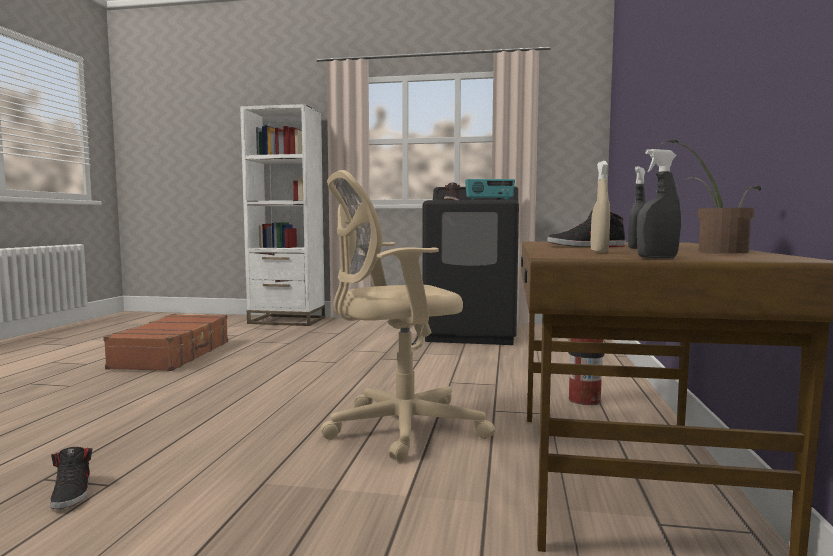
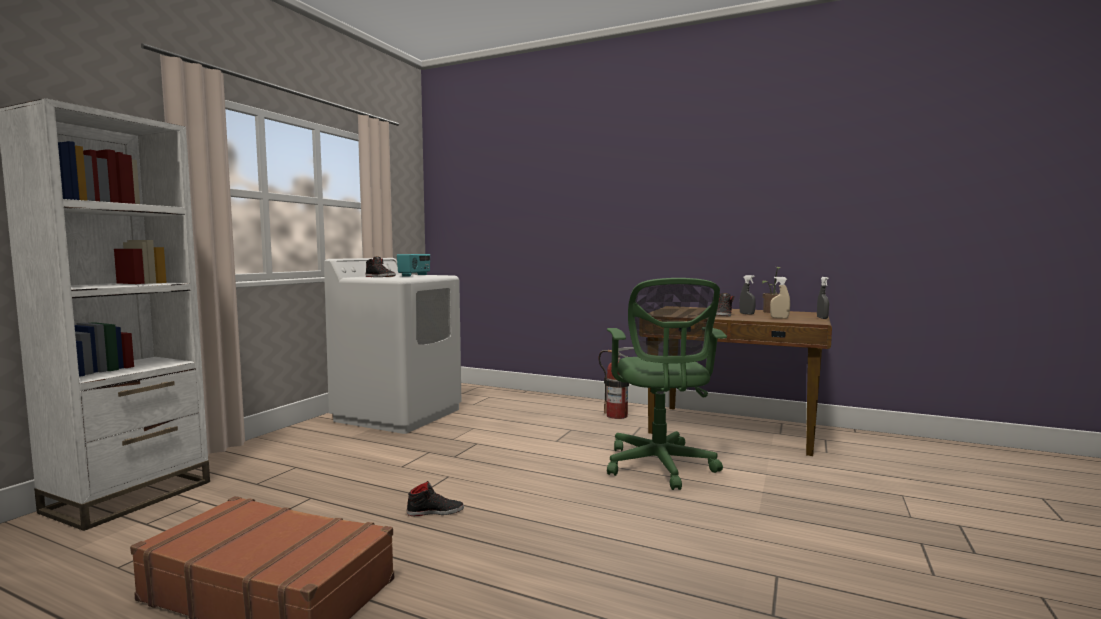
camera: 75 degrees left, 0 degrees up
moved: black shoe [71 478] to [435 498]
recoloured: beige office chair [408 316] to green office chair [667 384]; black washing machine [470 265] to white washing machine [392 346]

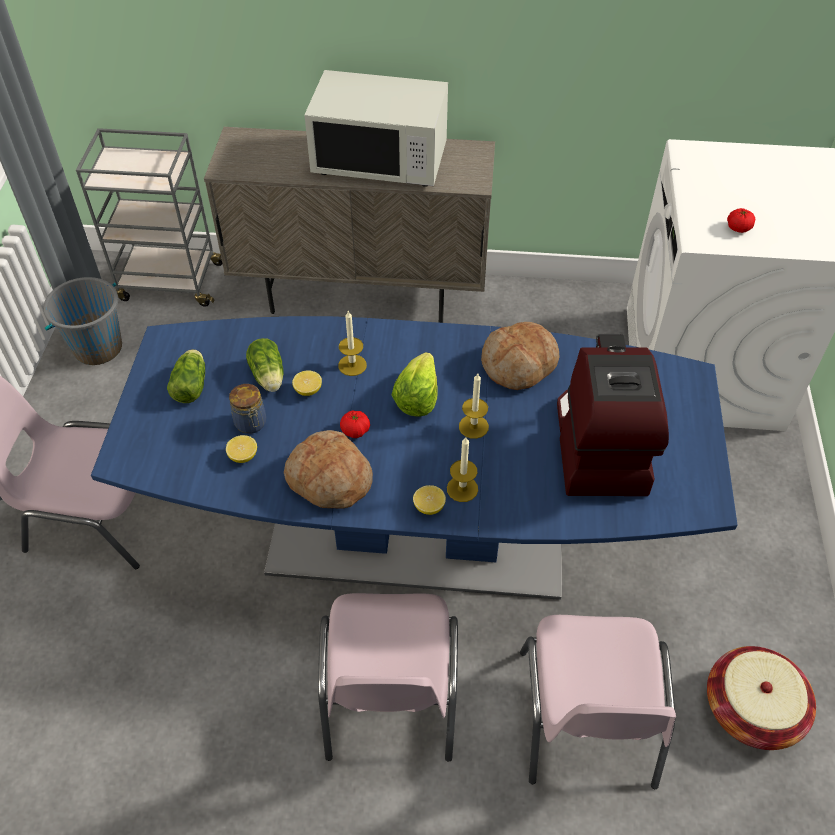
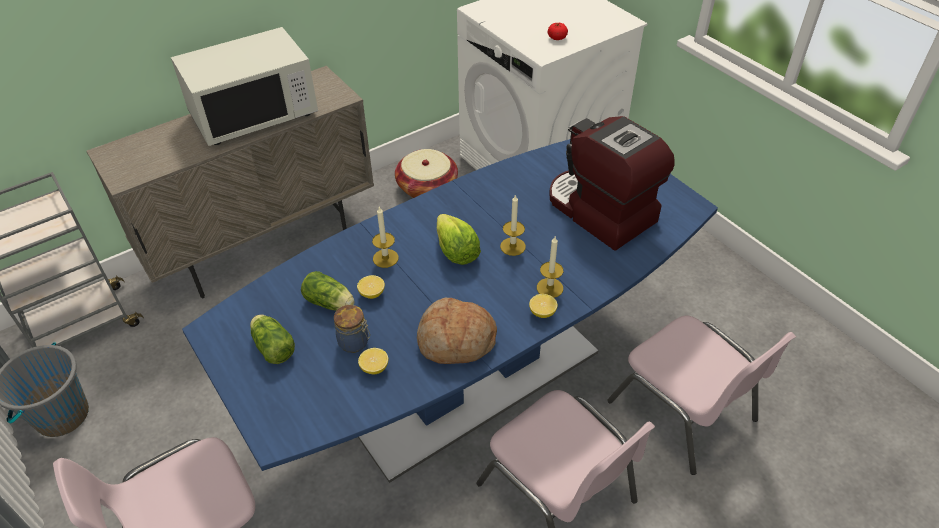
camera: 40 degrees left, 5 degrees down
removed: tomato [355 424]; bread [520 356]
moved: basket [761 698] to [426 173]

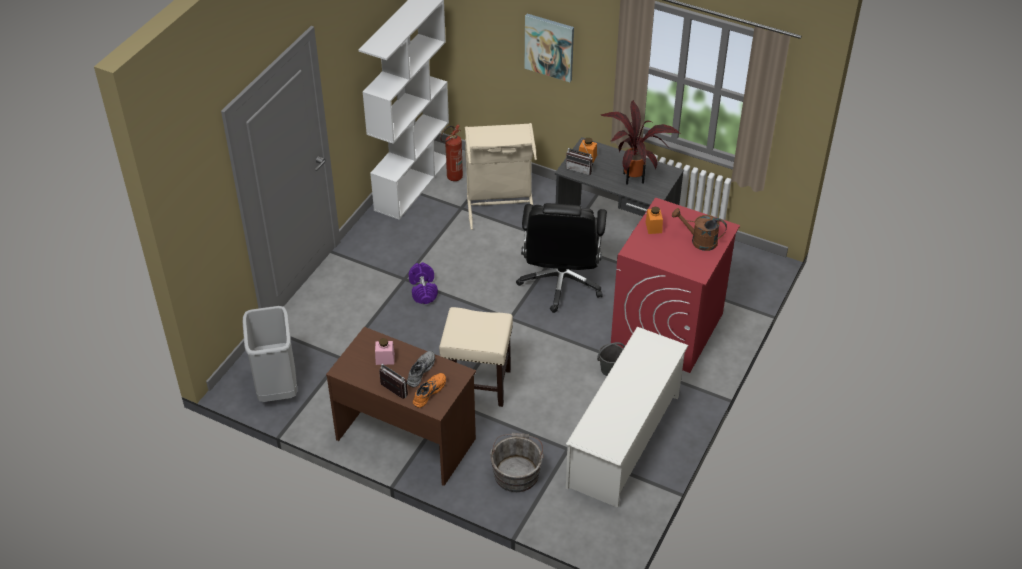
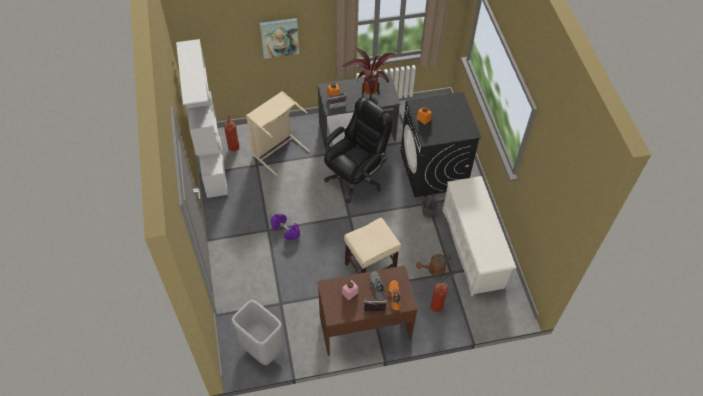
camera: 40 degrees left, 10 degrees up
moved: brown watering can [699 229] to [433 265]
replaced: grey bucket [517 462] to fire extinguisher [442 292]
recoloured: red washing machine [675 285] to black washing machine [440 144]
turned: black office chair [561 258] = [358 150] 105 degrees counterclockwise

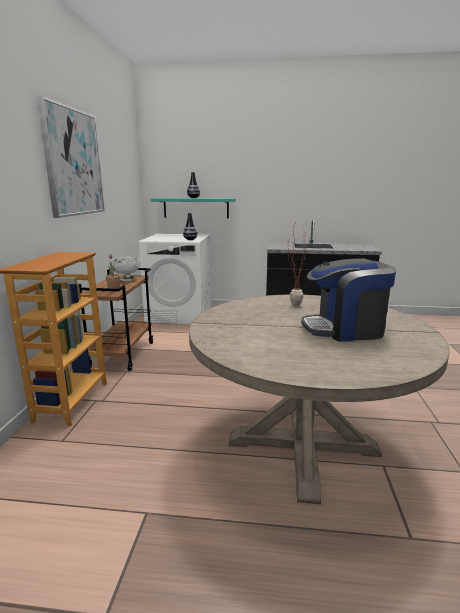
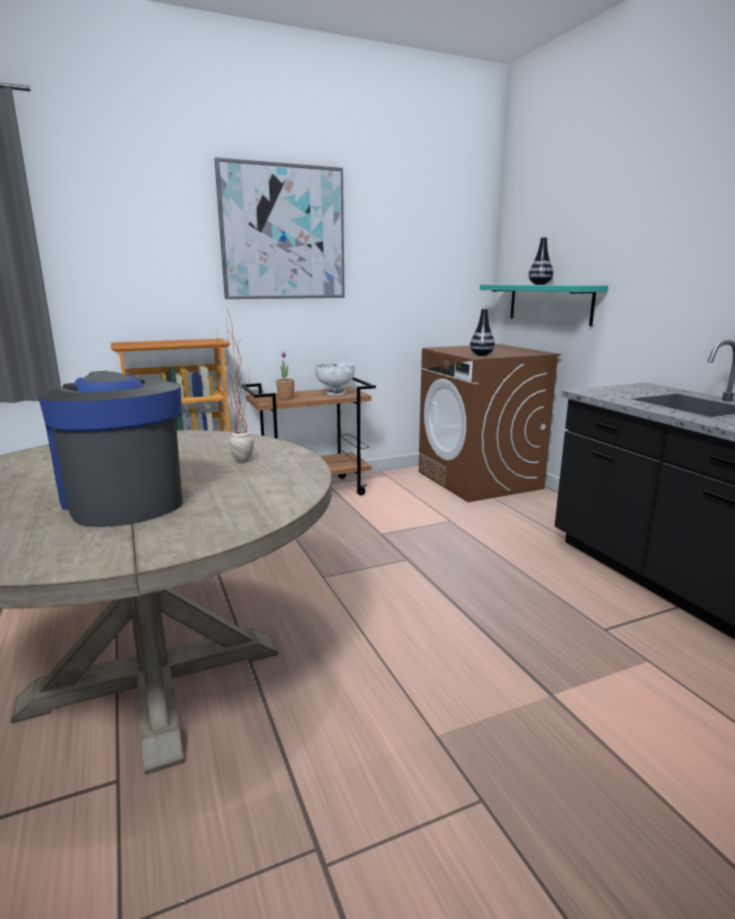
camera: 60 degrees right, 0 degrees up
recoloured: white washing machine [175 279] to brown washing machine [489 423]

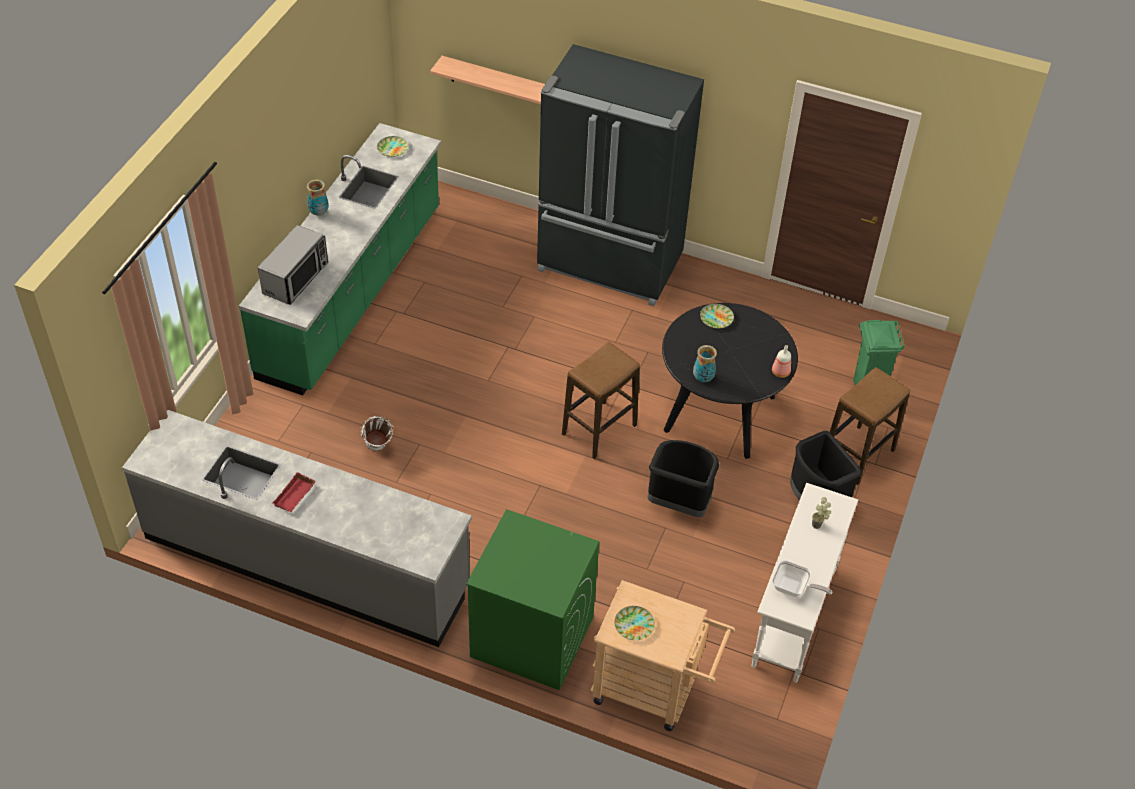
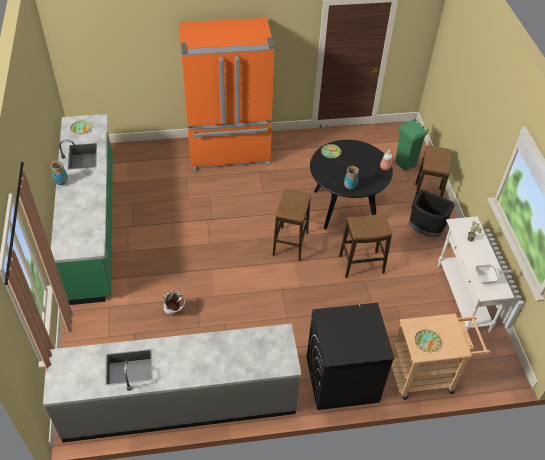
camera: 30 degrees left, 0 degrees up
removed: microwave [293 265]; red tray [294 492]; shelf [487 80]
replaced: black trash can [683 478] to stool [365 246]
recoloured: green washing machine [532 599] to black washing machine [350 356]; black fridge [620 175] to orange fridge [227 94]

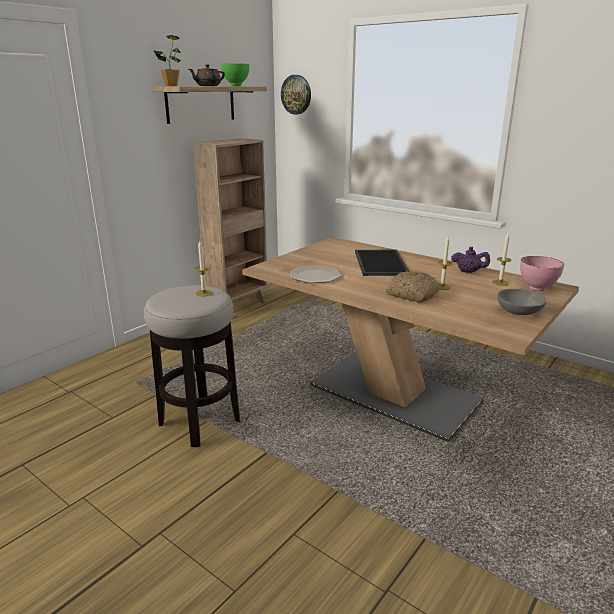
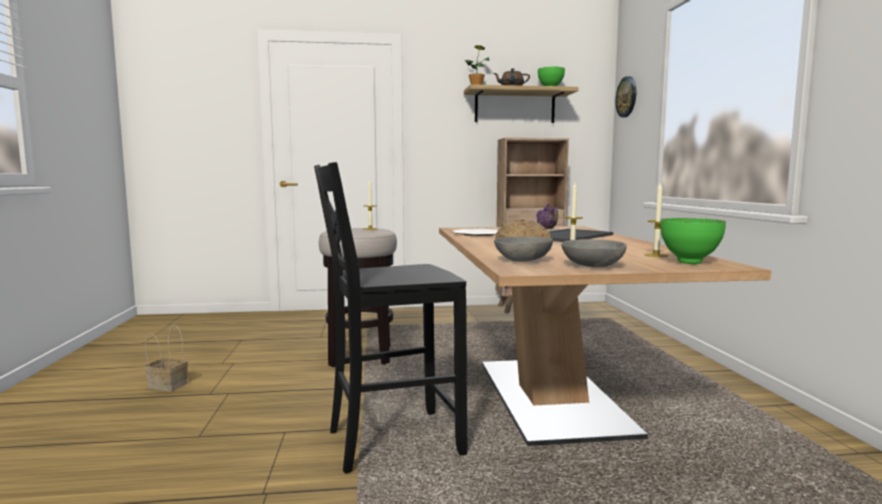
camera: 45 degrees right, 15 degrees down
added: basket [166 358]; black chair [390 318]; grey bowl [523 249]
moved: purple teapot [470 260] to [547 216]
recoloured: pink bowl [542 273] to green bowl [693 241]

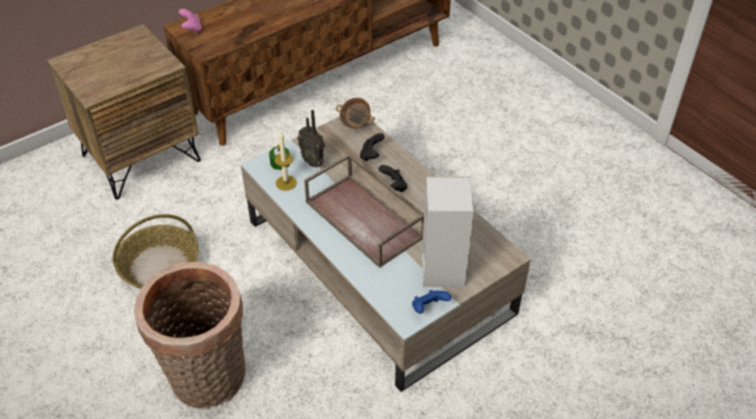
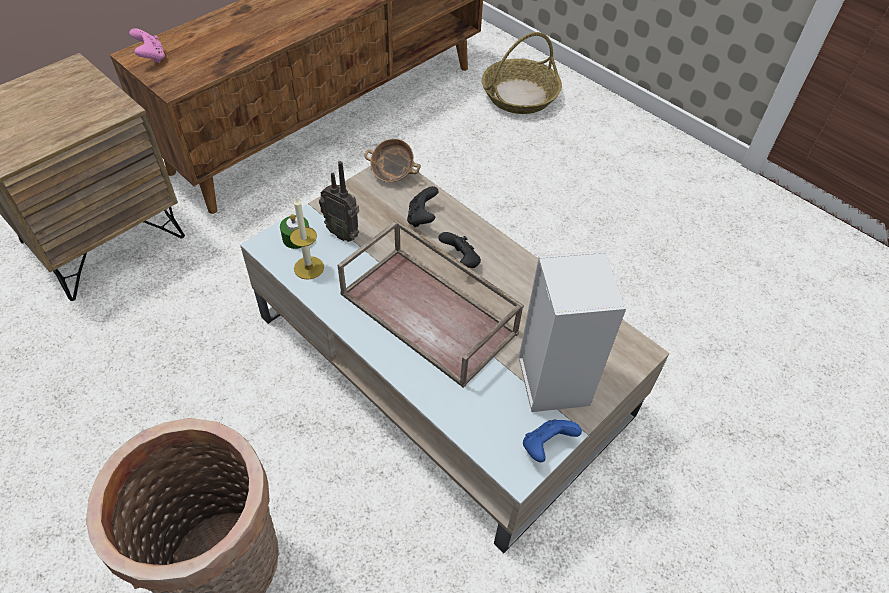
camera: 10 degrees left, 5 degrees up
moved: basket [155 251] to [522 73]

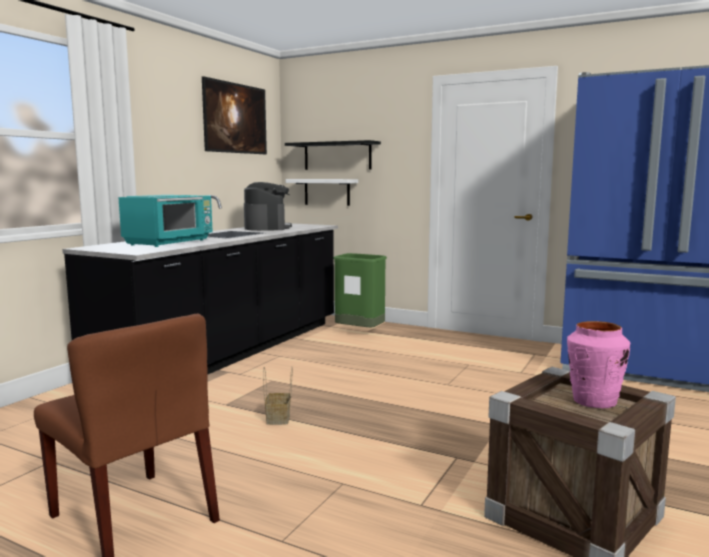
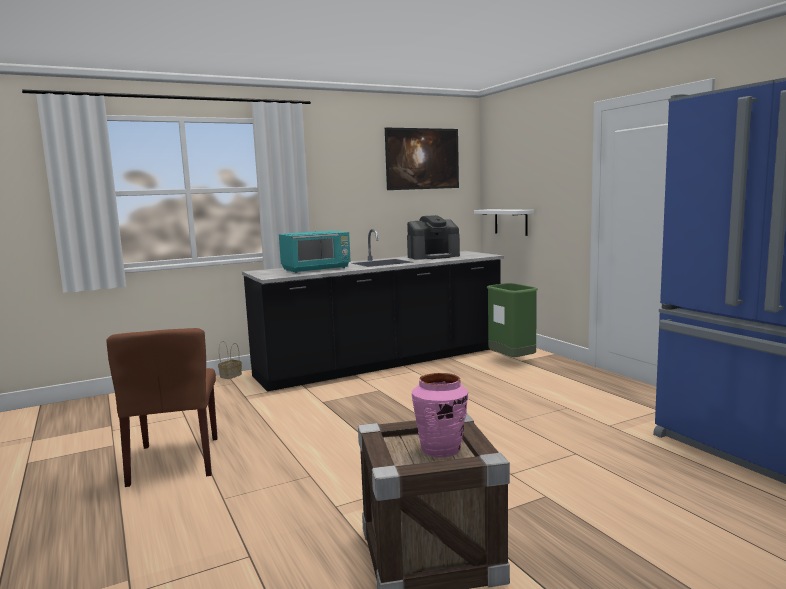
camera: 35 degrees right, 0 degrees up
removed: black shelf [333 155]
moved: basket [277 396] to [230 360]
turned: coffee machine [268 206] = [433 237] 45 degrees clockwise

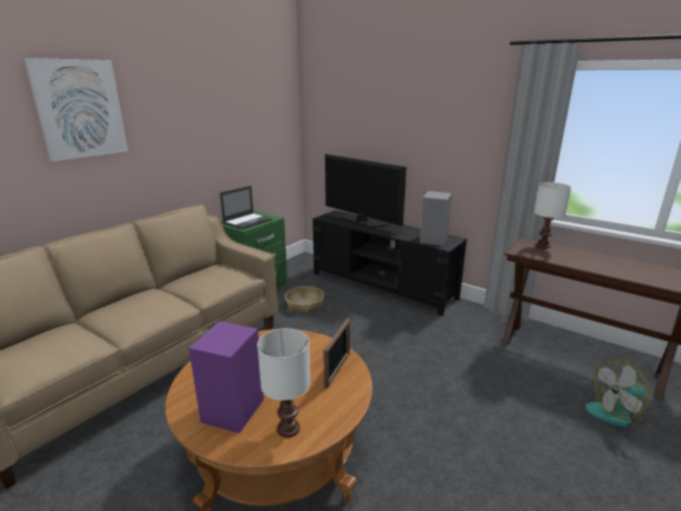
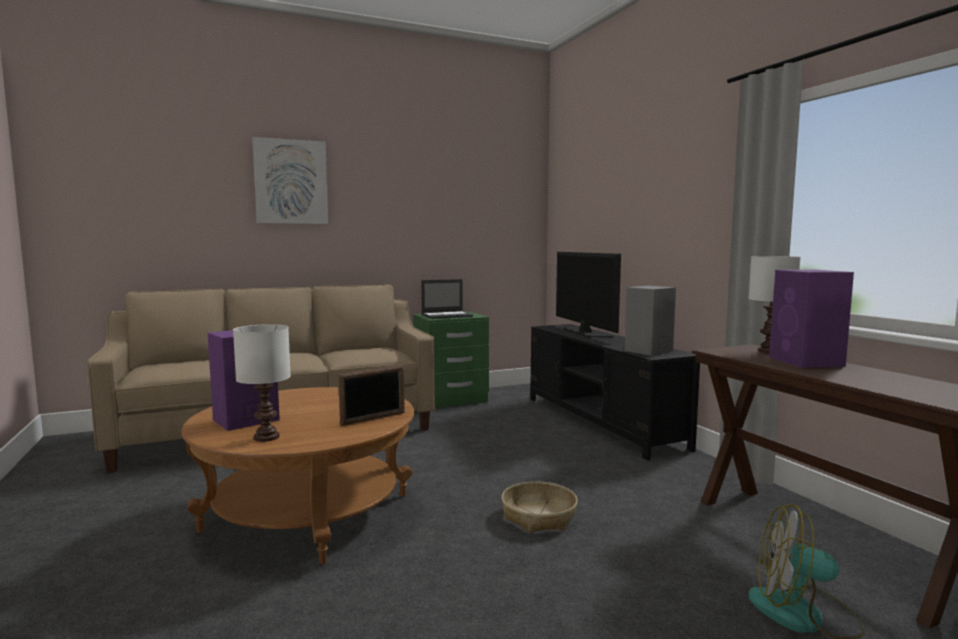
camera: 30 degrees right, 15 degrees down
added: purple speaker [811 319]
moved: basket [304 299] to [539 507]

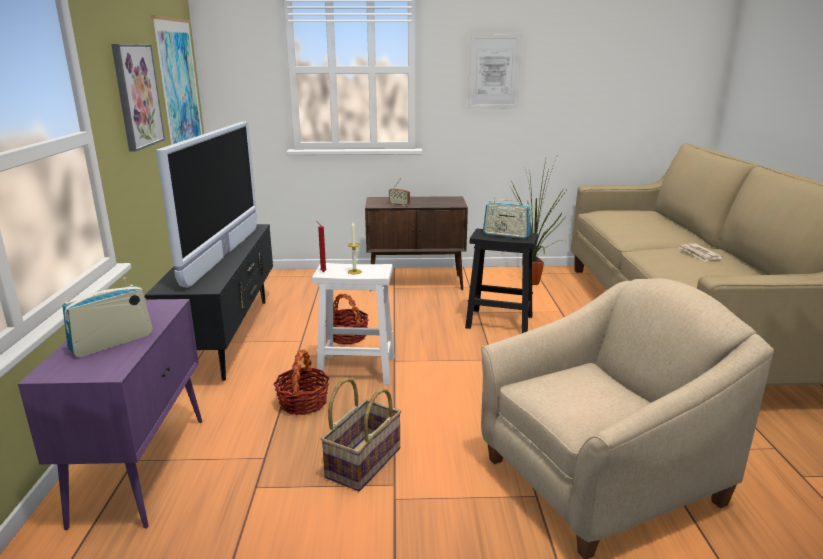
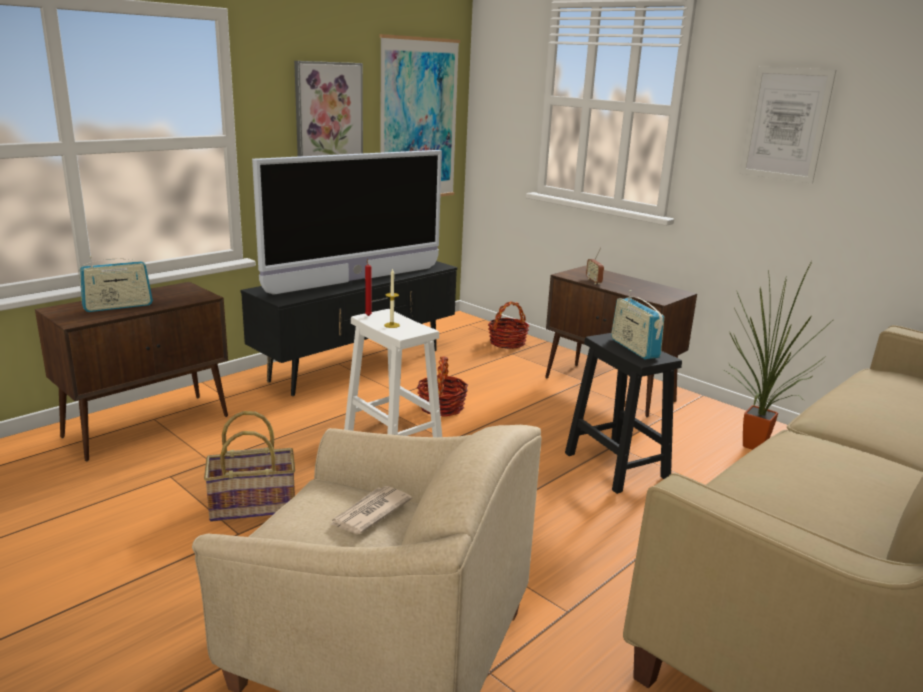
camera: 45 degrees right, 0 degrees up
moved: basket [301 382] to [509 325]; newspaper [700 253] to [371 510]
recoloured: purple cabinet [110 414] to brown cabinet [131 372]
turned: radio [107 317] = [116 284] 150 degrees clockwise

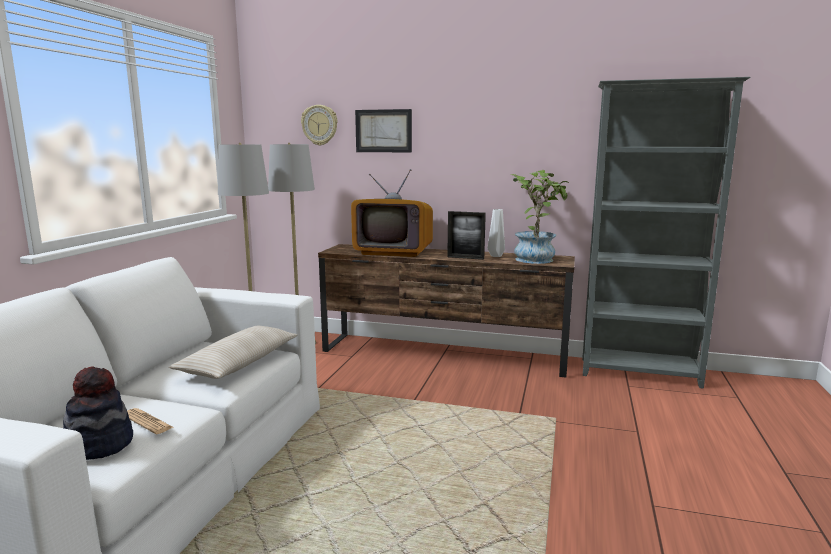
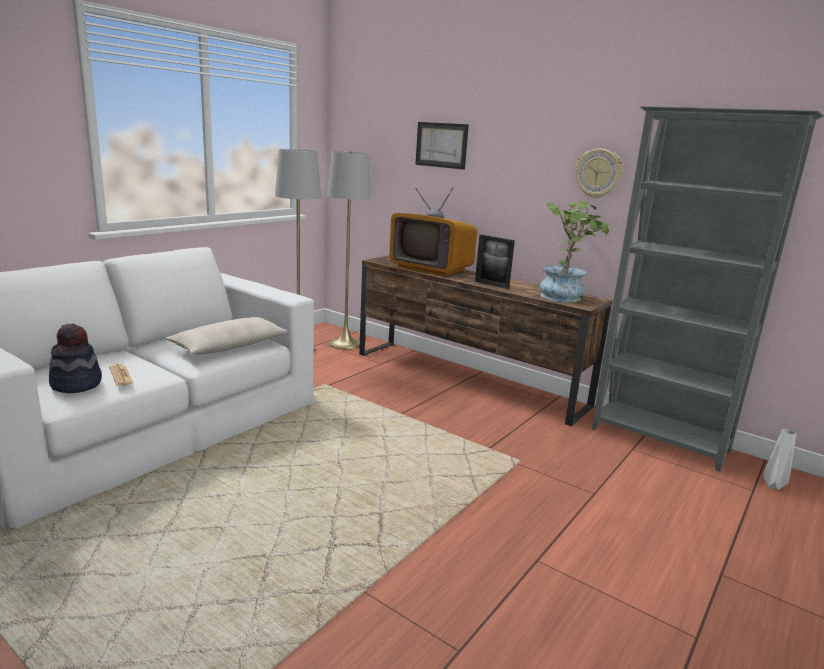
camera: 20 degrees right, 5 degrees up
moved: wall clock [319 125] to [599 173]; white vase [496 233] to [779 459]

